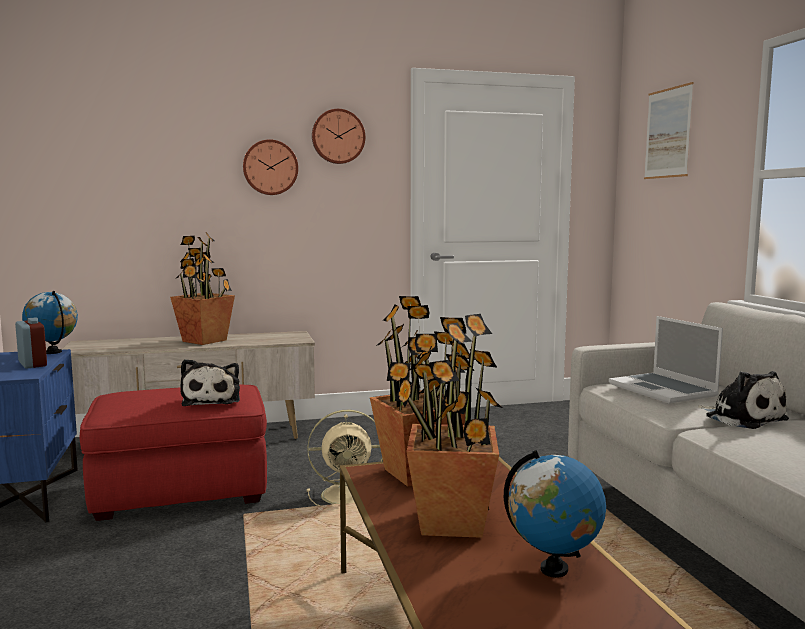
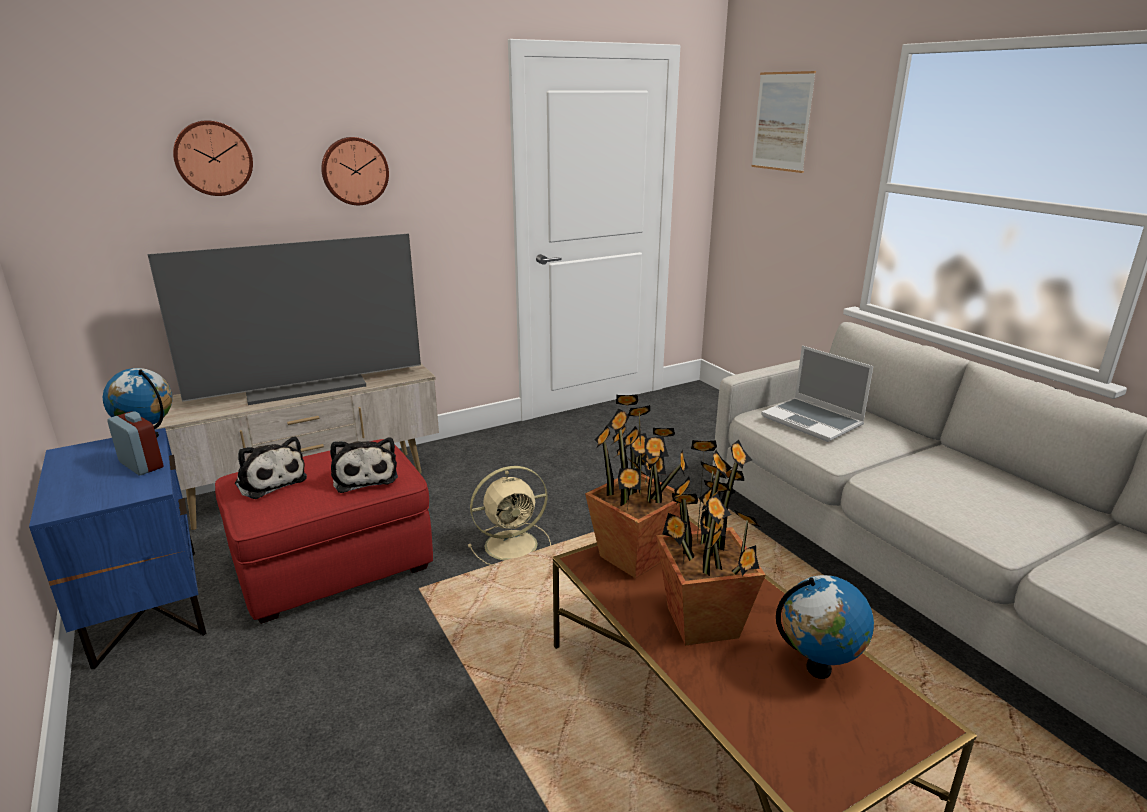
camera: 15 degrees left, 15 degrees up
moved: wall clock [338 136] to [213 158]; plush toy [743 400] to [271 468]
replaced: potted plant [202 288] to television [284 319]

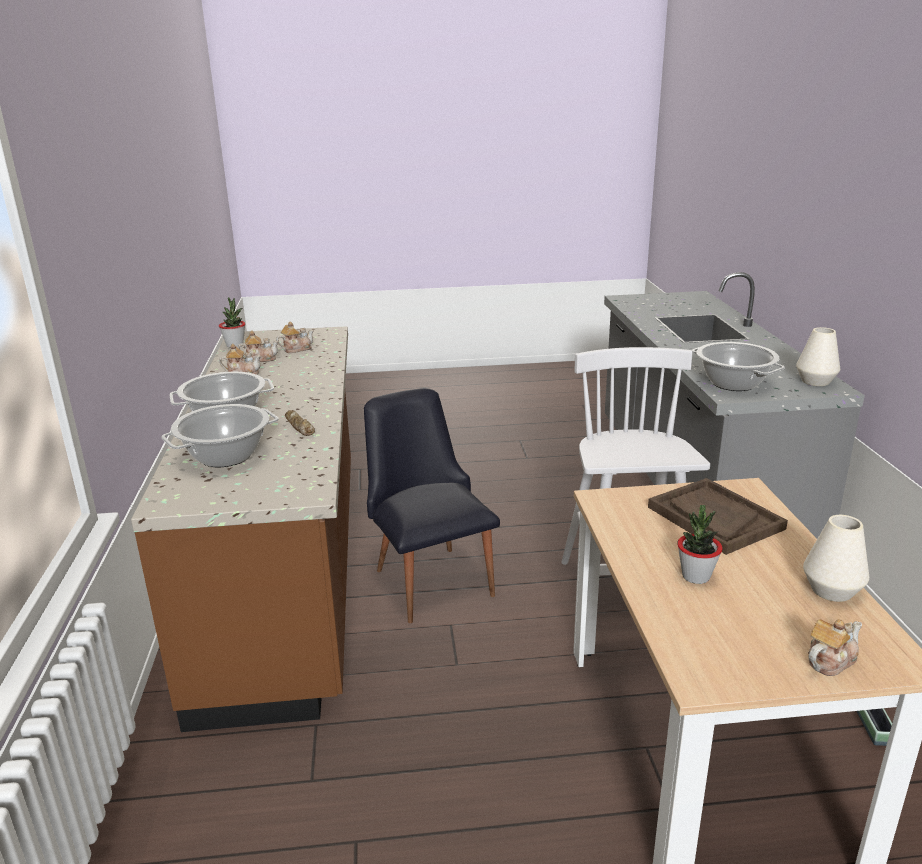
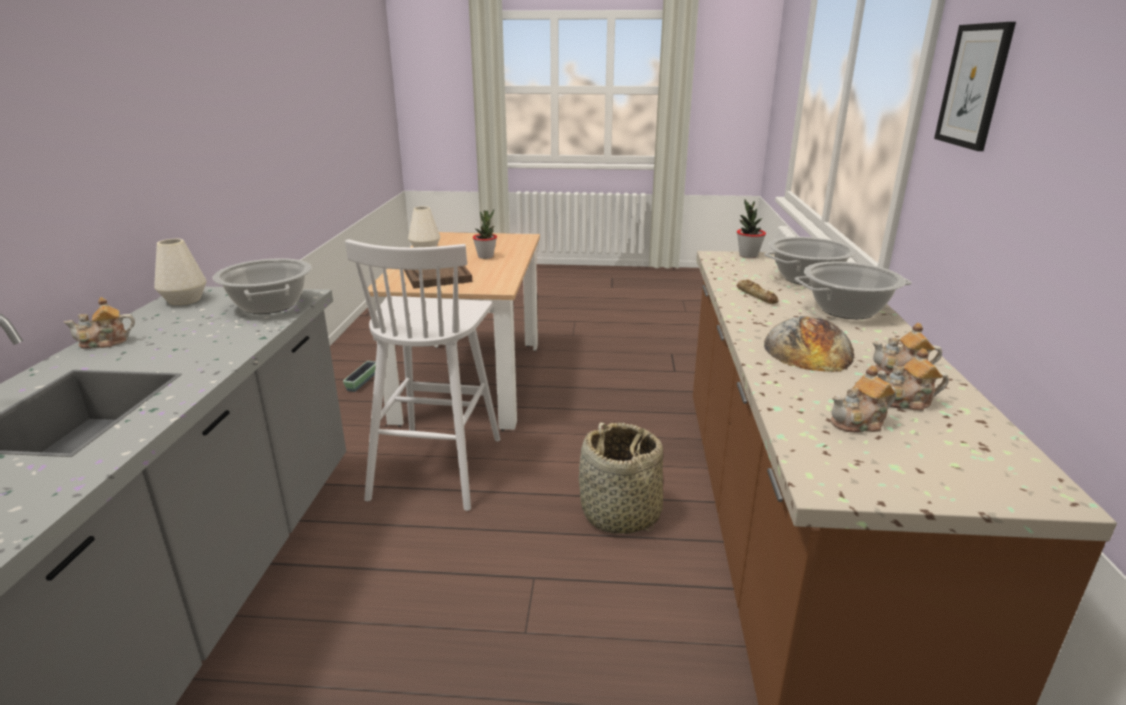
camera: 170 degrees left, 0 degrees up
added: bread [809 344]; picture [975 86]
moved: potted plant [232 322] to [751 228]; teapot [835 647] to [99 323]
replaced: black chair [432 505] to basket [621 478]

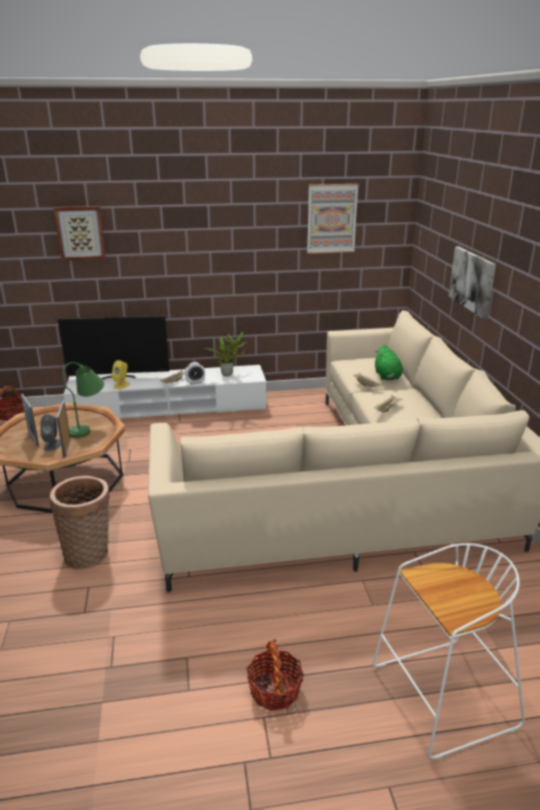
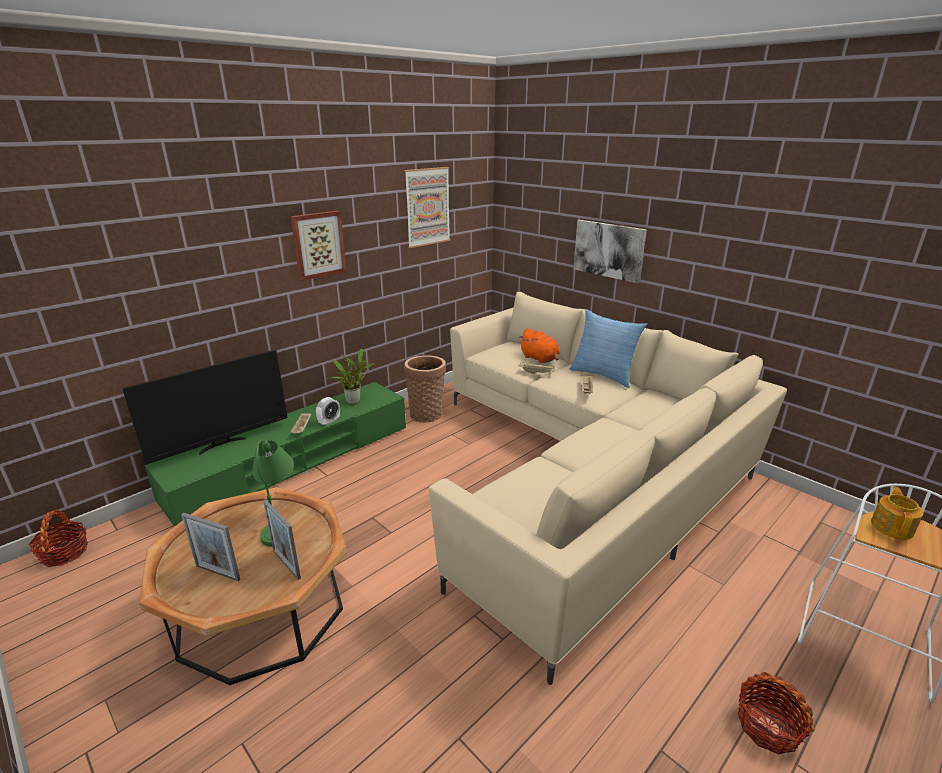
camera: 35 degrees left, 0 degrees up
removed: grey speaker [50 432]; yellow speaker [121 374]
added: pillow [608 348]; teapot [897 513]
moved: basket [80 522] to [425 389]; picture [80 233] to [319 246]
recoloured: white tv stand [165 392] to green tv stand [275 454]; green plush toy [389 362] to orange plush toy [539 345]

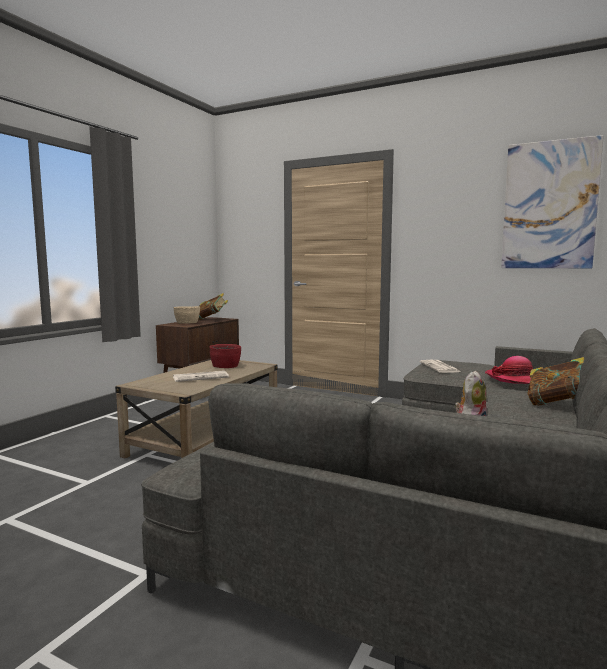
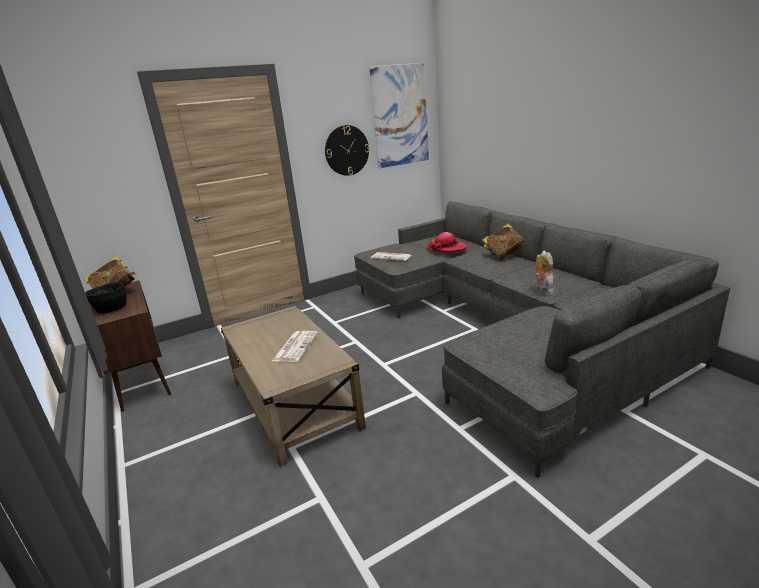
camera: 55 degrees left, 15 degrees up
removed: red bowl [225 356]
added: wall clock [347 150]
recoloured: beige bowl [186 315] to black bowl [105 297]

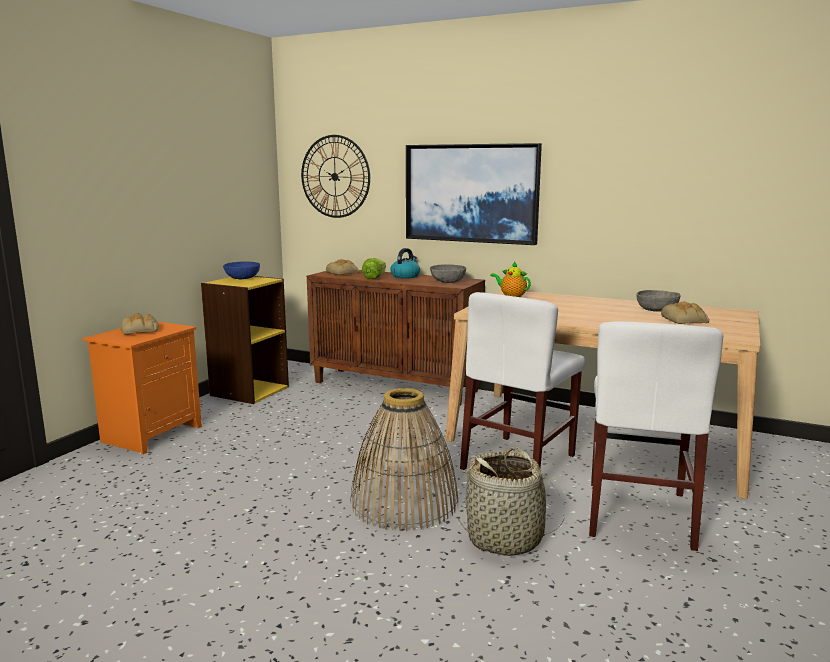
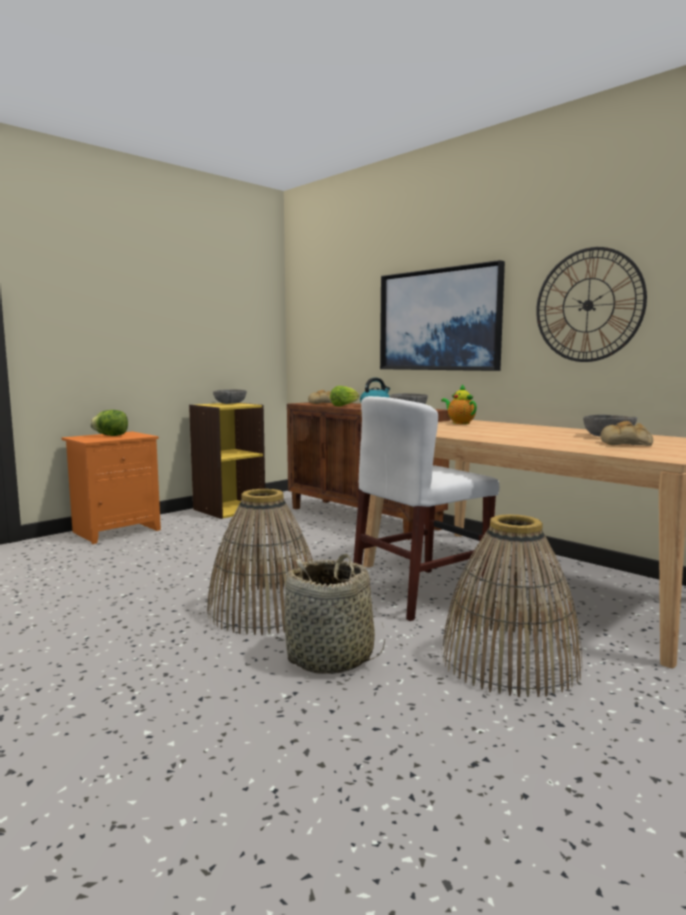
camera: 20 degrees right, 5 degrees down
moved: wall clock [335 176] to [591 304]
replaced: bread [140 324] to lettuce [109 423]; white chair [656 436] to basket [511 605]
recoloured: blue bowl [241 270] to grey bowl [230 396]

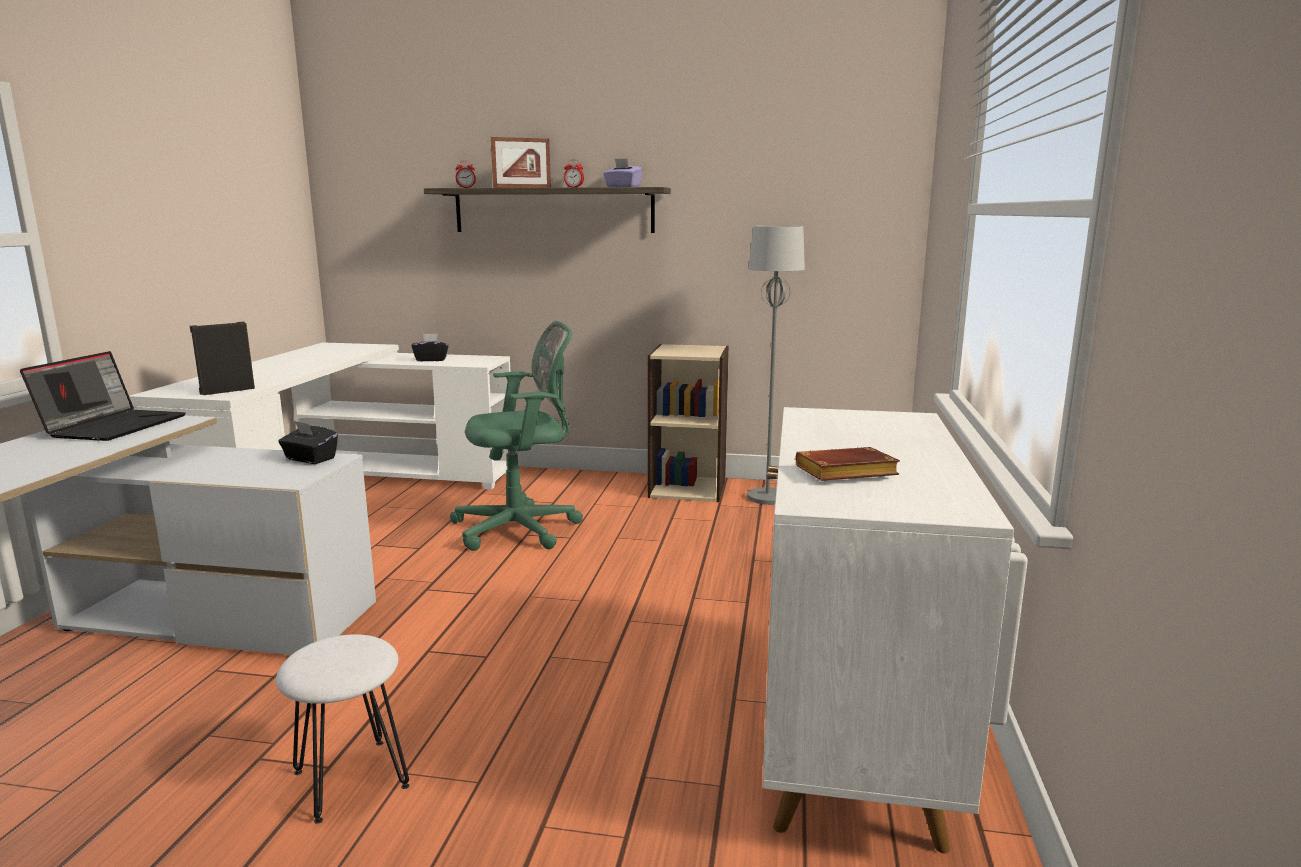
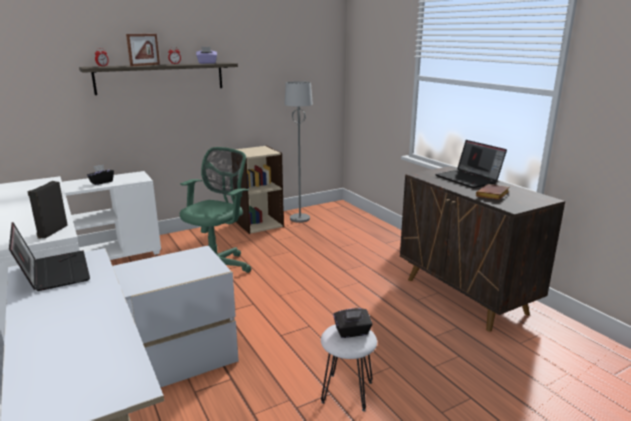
camera: 40 degrees left, 5 degrees up
added: laptop [471 164]
moved: black tissue box [308 442] to [352 323]
recoloured: white cabinet [888 630] to brown cabinet [482 249]

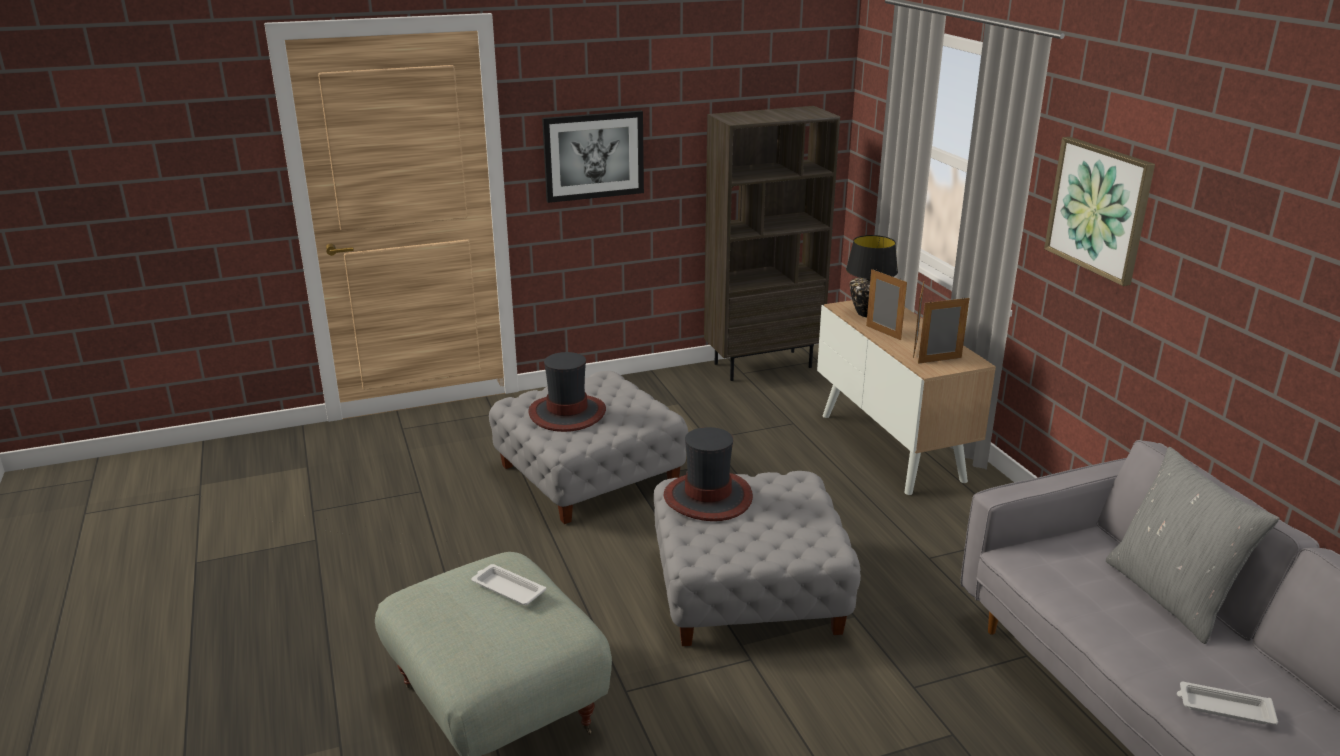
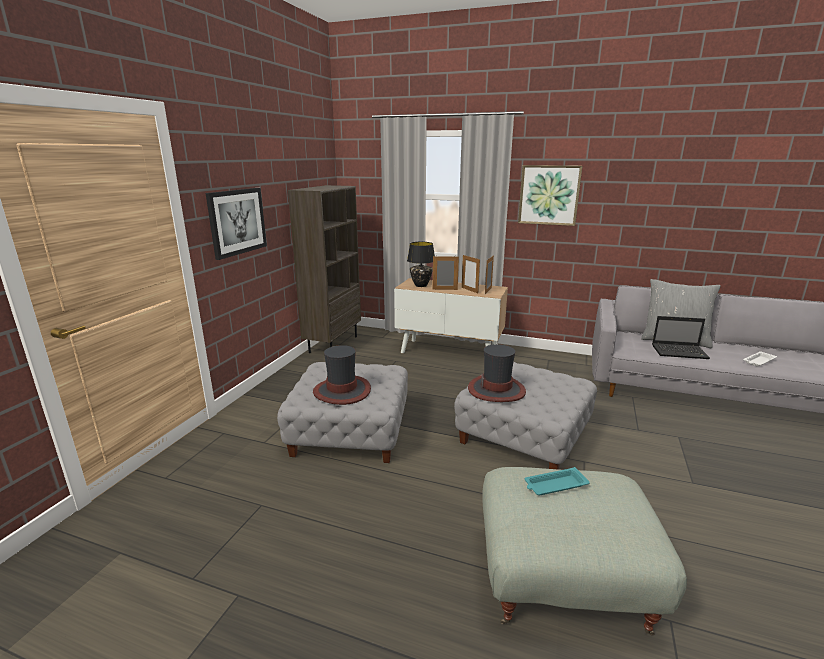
camera: 50 degrees left, 5 degrees down
added: laptop [681 337]
recoloured: white tray [508 584] to turquoise tray [557 481]

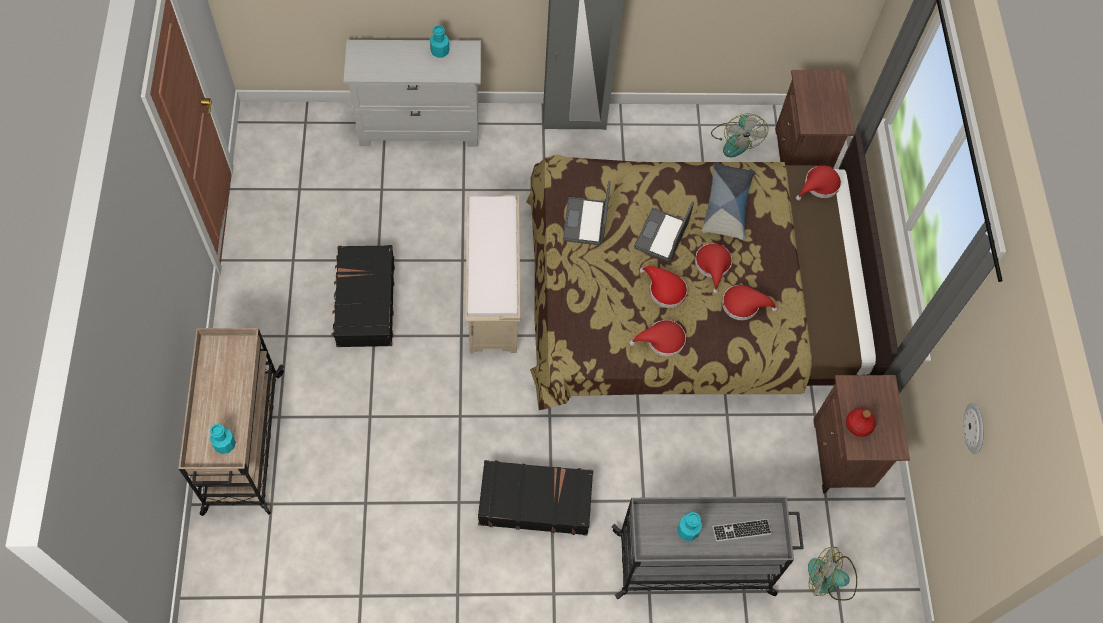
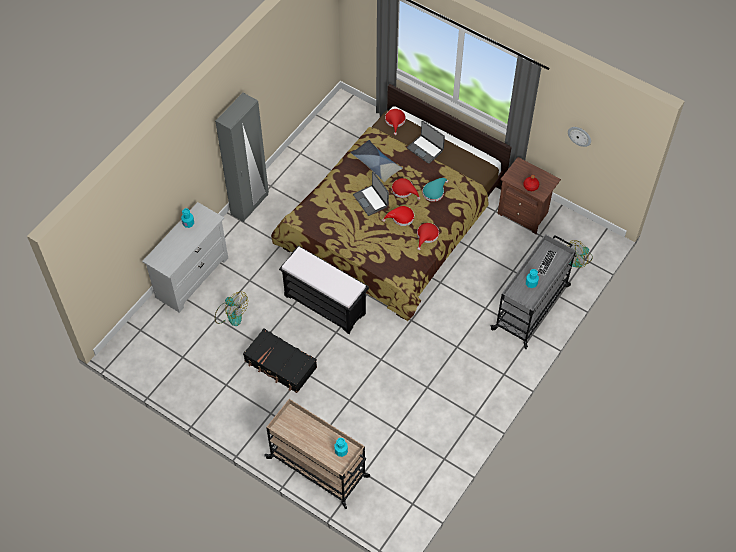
camera: 50 degrees left, 5 degrees down
removed: black suitcase [535 498]; brown nightstand [815 119]
moved: laptop [587 213] to [426 142]; fan [739 135] to [231 309]
recoloured: beige bench [493 274] to black bench [324 289]; red hat [749 302] to turquoise hat [435 190]

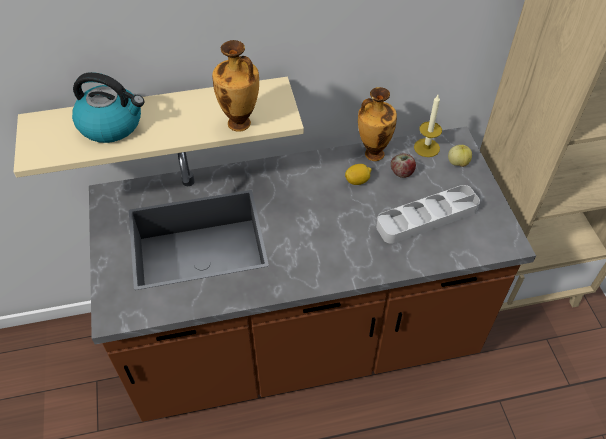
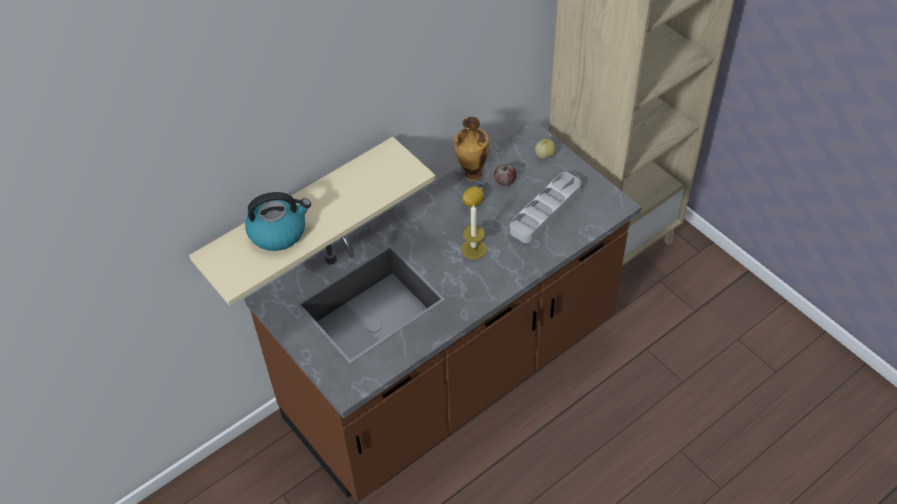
camera: 25 degrees left, 0 degrees up
removed: vase [235 86]
moved: candle [428 126] to [474 232]

